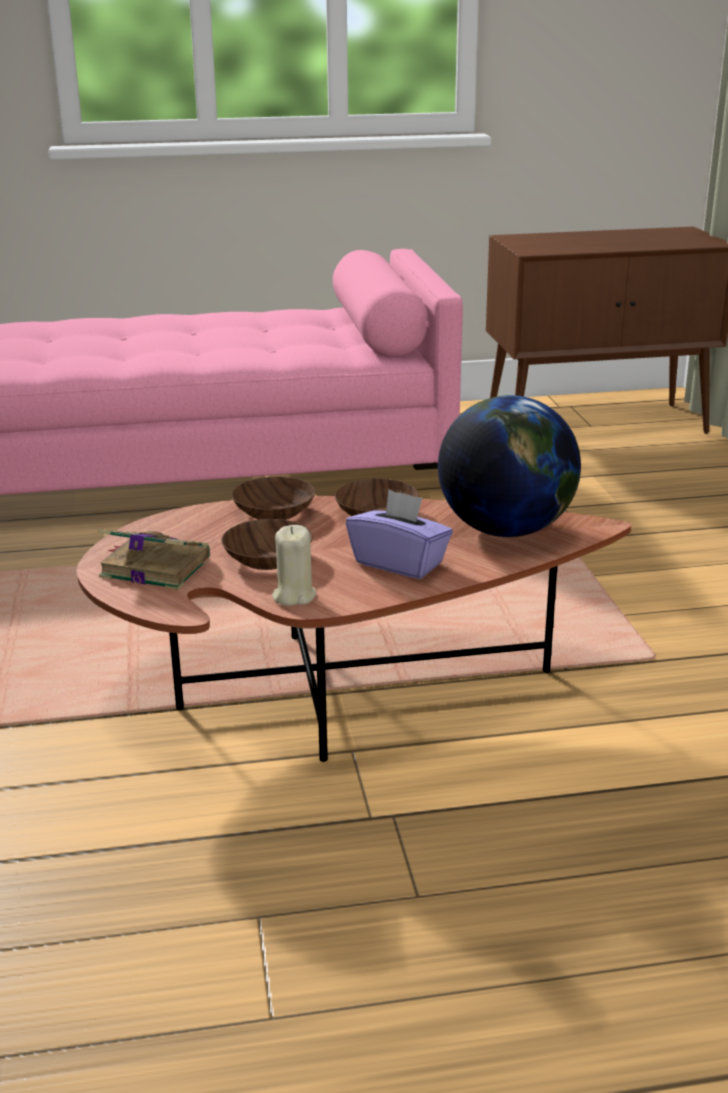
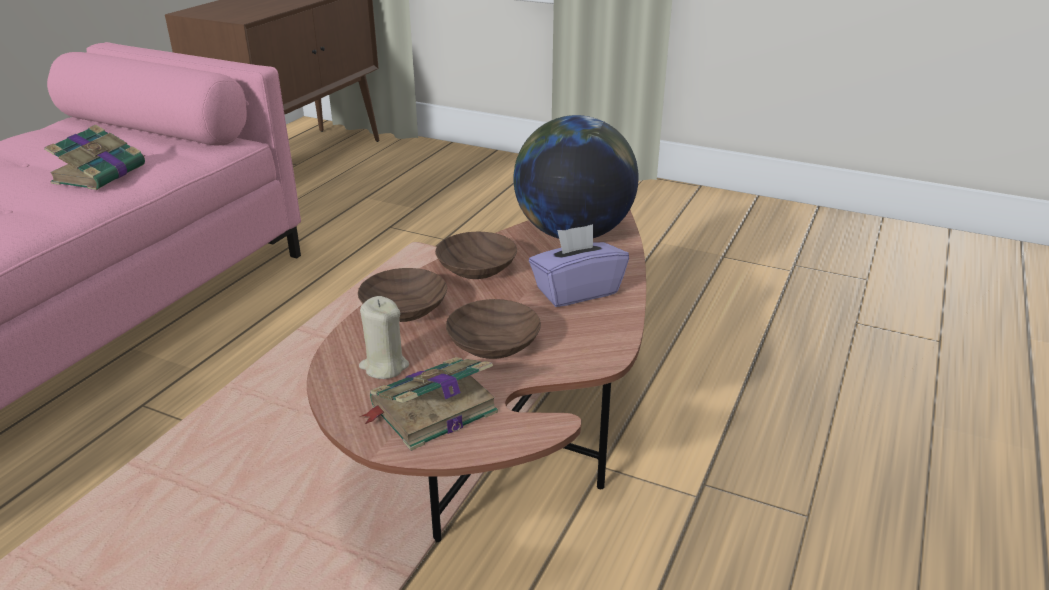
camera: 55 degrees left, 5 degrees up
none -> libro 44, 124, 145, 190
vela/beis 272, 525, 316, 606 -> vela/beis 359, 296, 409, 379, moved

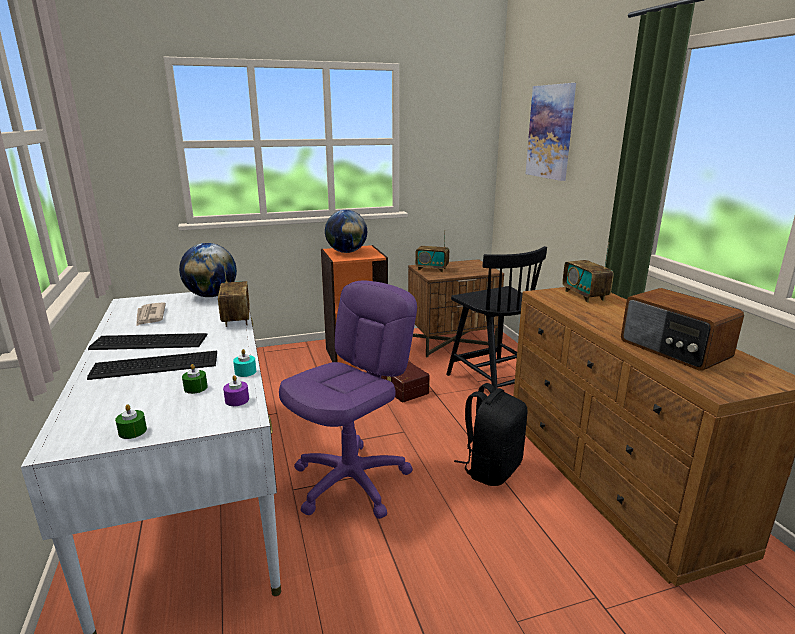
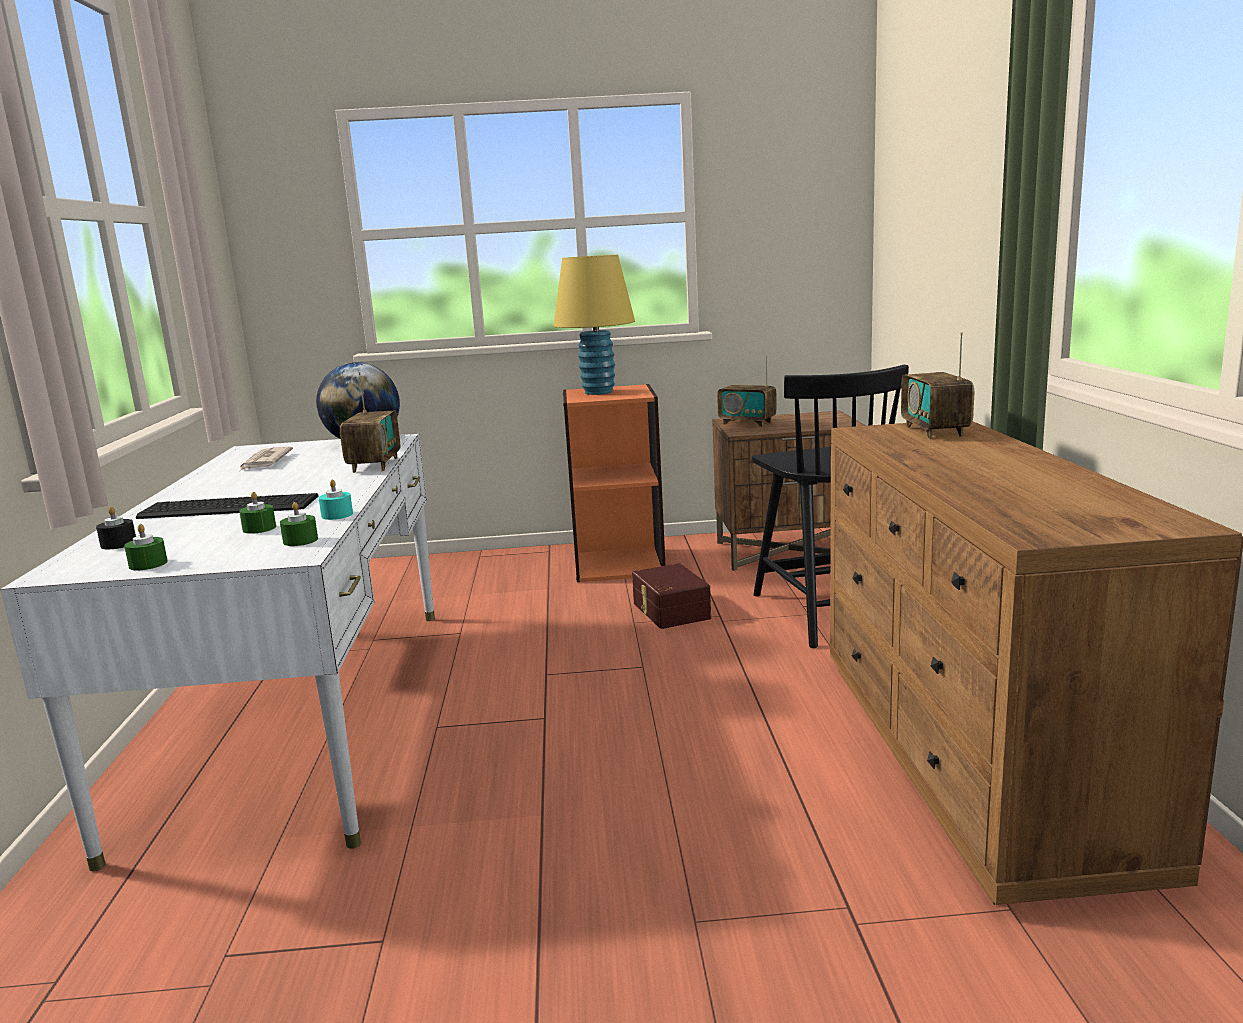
camera: 15 degrees right, 5 degrees down
teclado 88, 333, 207, 350 -> none
silla de oficina/morado 279, 281, 417, 519 -> none
mochila/negro 454, 383, 527, 486 -> none
cuadro 526, 83, 576, 181 -> none
radio 621, 288, 744, 371 -> none
none -> vela/negro 96, 507, 136, 549
globo terráqueo 325, 210, 367, 253 -> lámpara de mesa/amarillo 554, 255, 635, 395
vela/morado 223, 375, 249, 406 -> vela/verde 280, 502, 318, 546

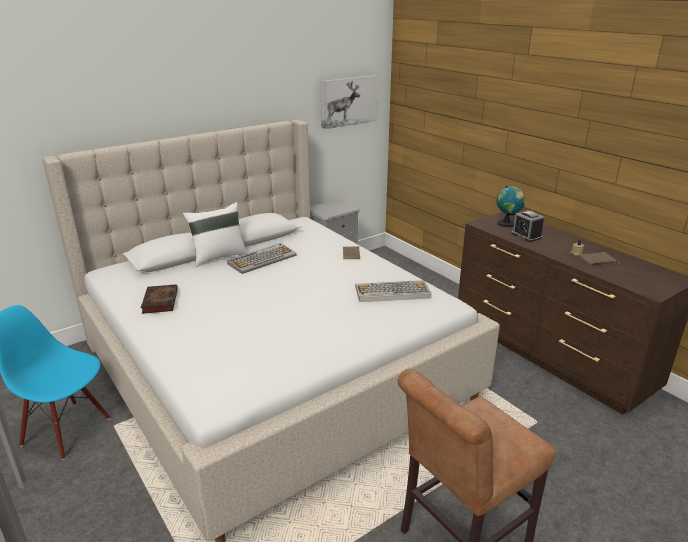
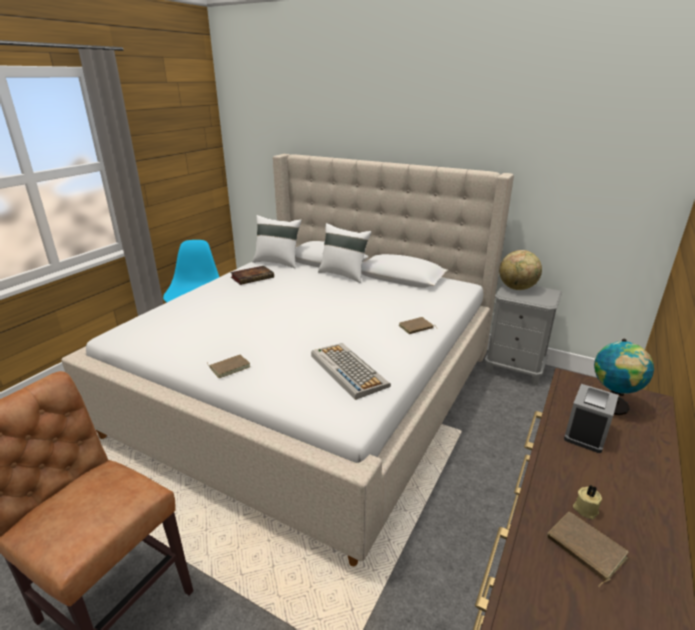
camera: 65 degrees right, 0 degrees up
teclado 227, 243, 296, 274 -> none
cuadro 320, 75, 378, 130 -> none
none -> libro/marrón 207, 355, 250, 378
none -> cojín/blanco 253, 215, 301, 268
none -> globo terráqueo 499, 250, 542, 290

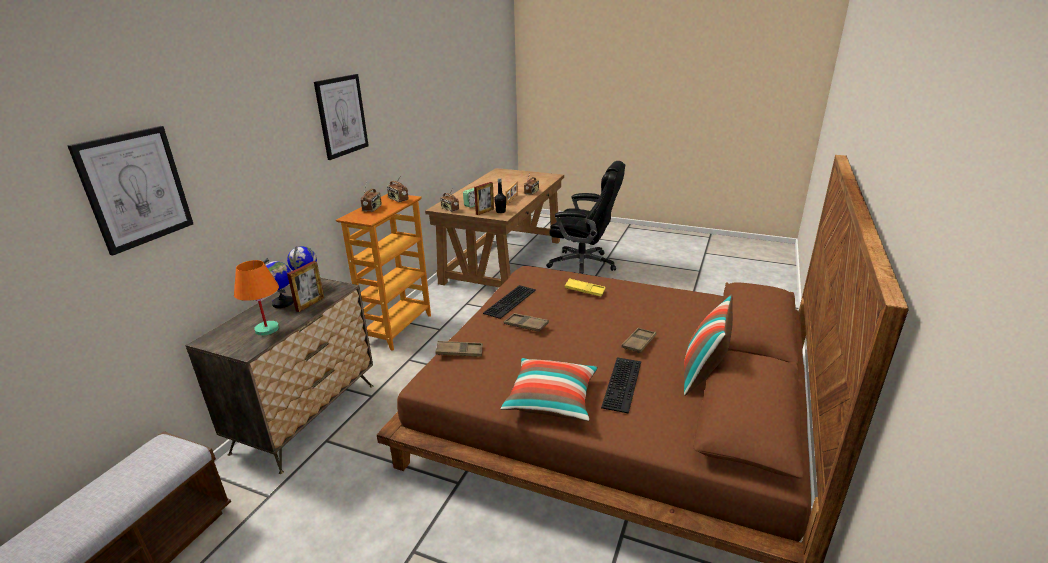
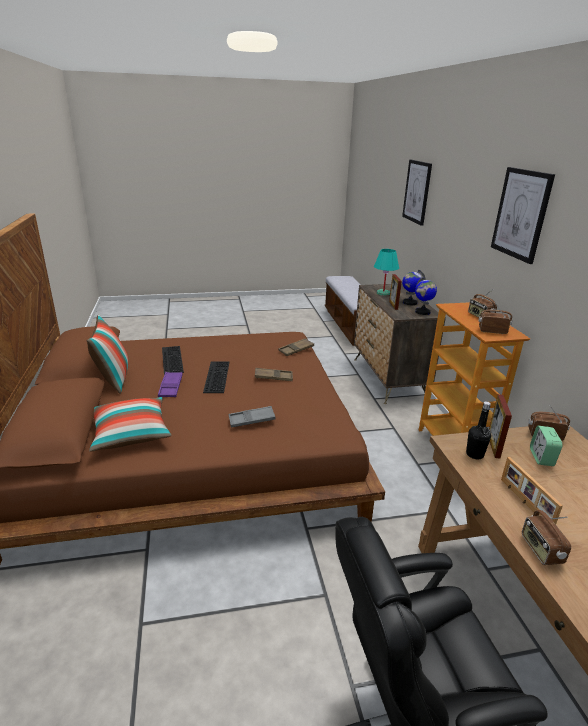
camera: 145 degrees right, 0 degrees up
teclado 483, 285, 536, 319 -> teclado 203, 361, 229, 393, moved
cojín 501, 358, 598, 421 -> cojín 89, 397, 172, 452, moved
lámpara de mesa/naranja 234, 260, 279, 336 -> lámpara de mesa/turquesa 374, 249, 399, 296
bandeja/amarillo 564, 278, 606, 296 -> bandeja/gris 228, 406, 275, 427
bandeja/marrón 622, 328, 656, 353 -> bandeja/morado 158, 372, 183, 397

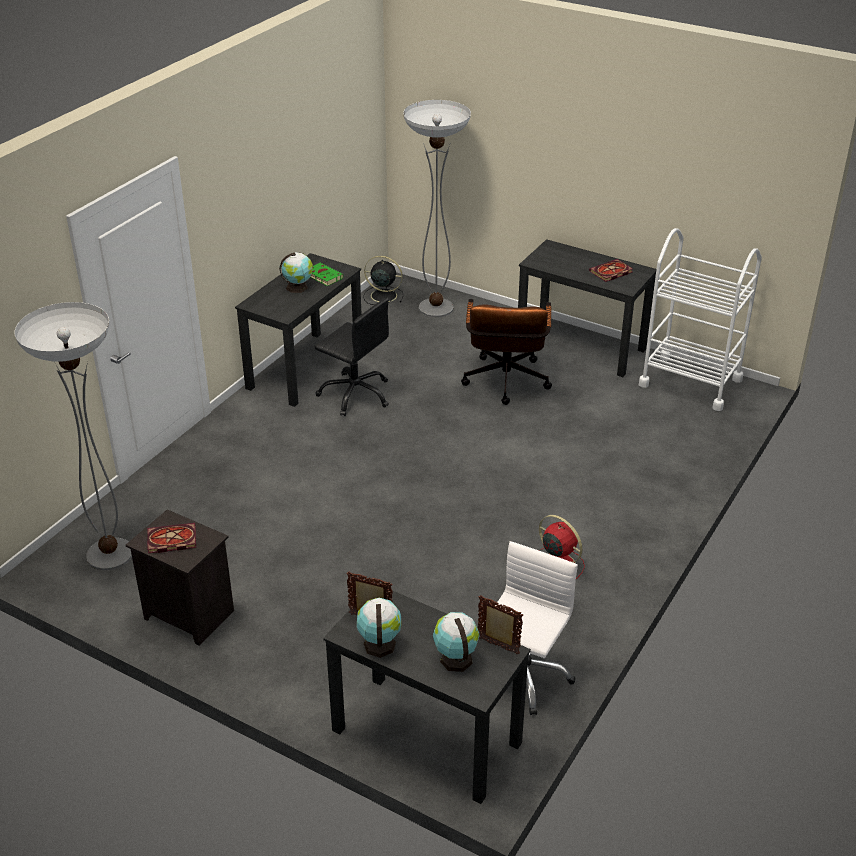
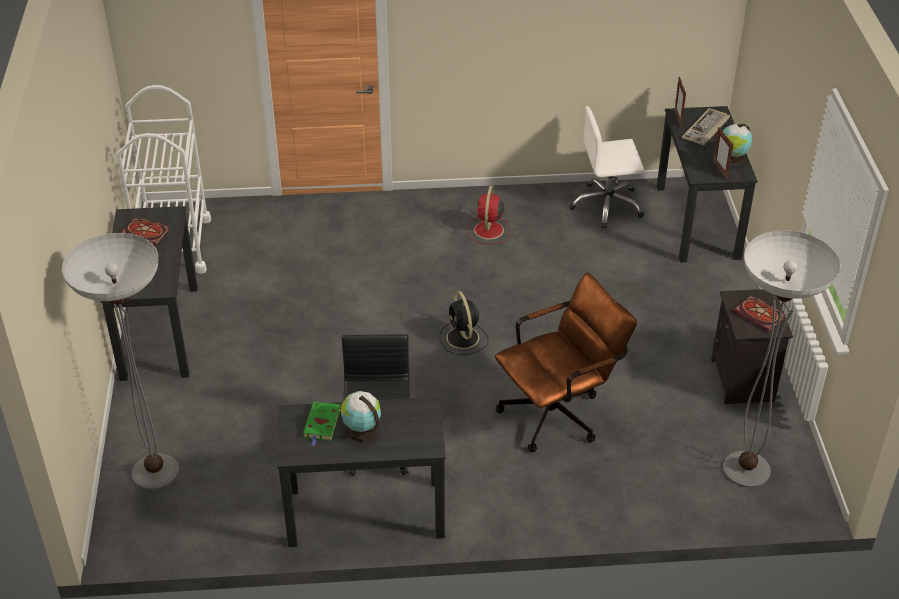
camera: 125 degrees left, 5 degrees up
ventilador/negro 363, 256, 403, 305 -> ventilador/negro 440, 291, 488, 355, moved
silla de oficina/marrón 461, 299, 552, 405 -> silla de oficina/marrón 495, 273, 637, 452, moved
globo terráqueo 433, 612, 479, 672 -> teclado 682, 108, 730, 145

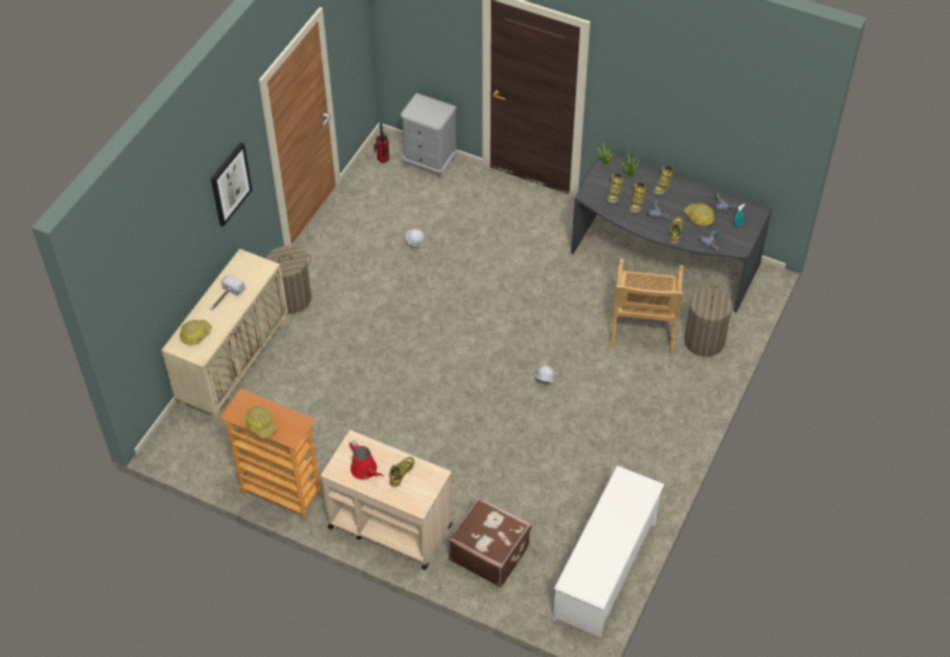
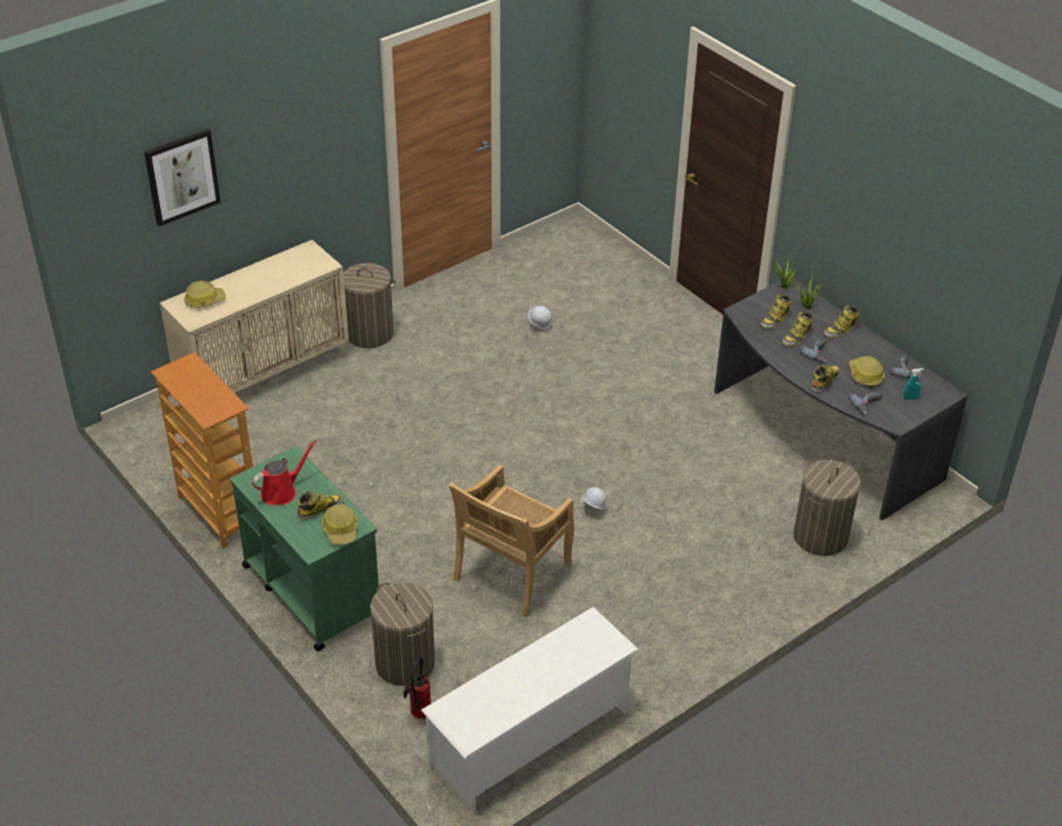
camera: 25 degrees right, 10 degrees down
martillo 210, 275, 245, 310 -> none
mesita de noche/gris 400, 93, 458, 179 -> none
cuadro 211, 142, 252, 227 -> cuadro 144, 129, 221, 227, moved
casco 244, 406, 277, 438 -> casco 321, 504, 358, 545, moved
extintor 374, 122, 390, 163 -> extintor 403, 656, 431, 719, moved
silla/beis 610, 259, 683, 354 -> silla/beis 449, 465, 574, 617, moved
maleta/marrón 448, 497, 532, 587 -> cesto de la ropa 370, 582, 435, 686
carrito/beis 321, 430, 452, 570 -> carrito/verde 230, 446, 379, 651
regadera/rojo 349, 440, 384, 480 -> regadera/rojo 252, 440, 317, 505, 120 degrees counterclockwise

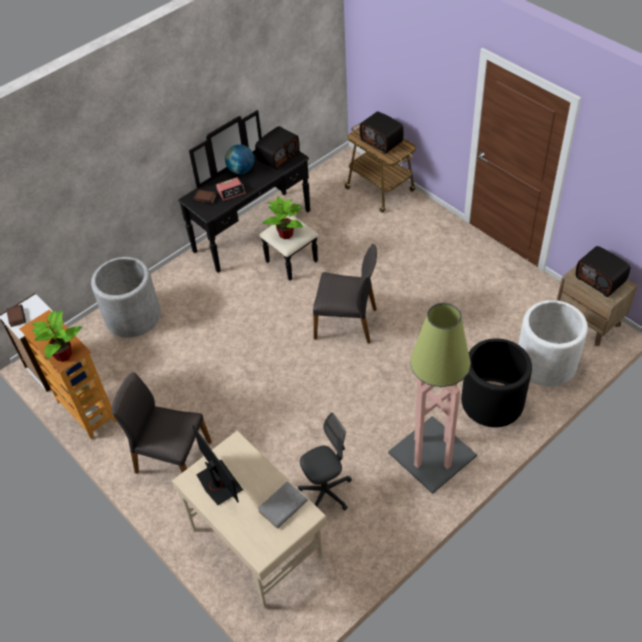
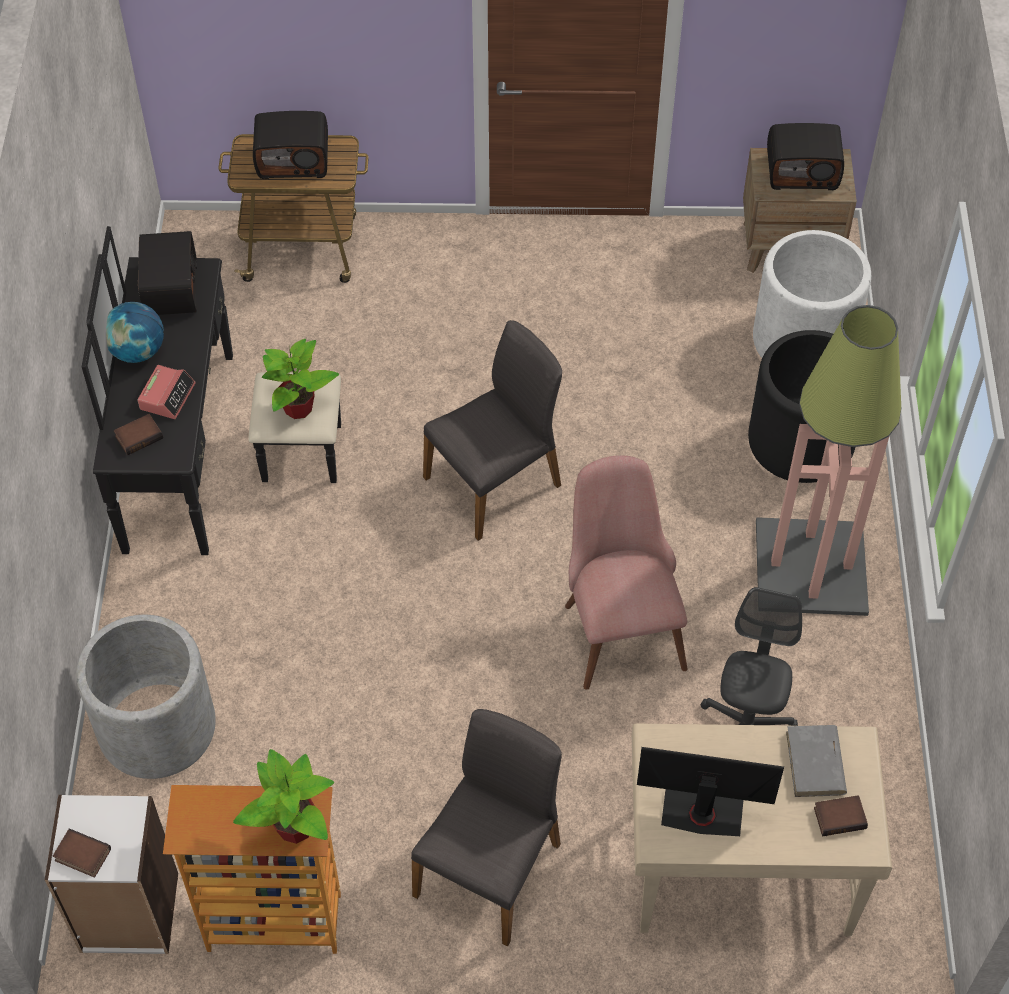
camera: 50 degrees left, 5 degrees up
none -> silla/rosa 565, 455, 688, 690
none -> libro 814, 795, 868, 836
silla/gris 111, 372, 212, 474 -> silla/gris 411, 709, 562, 947, 150 degrees clockwise

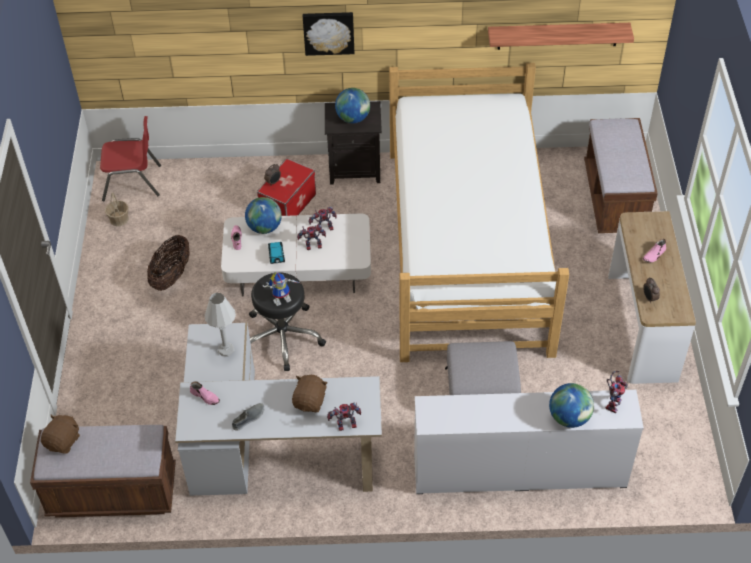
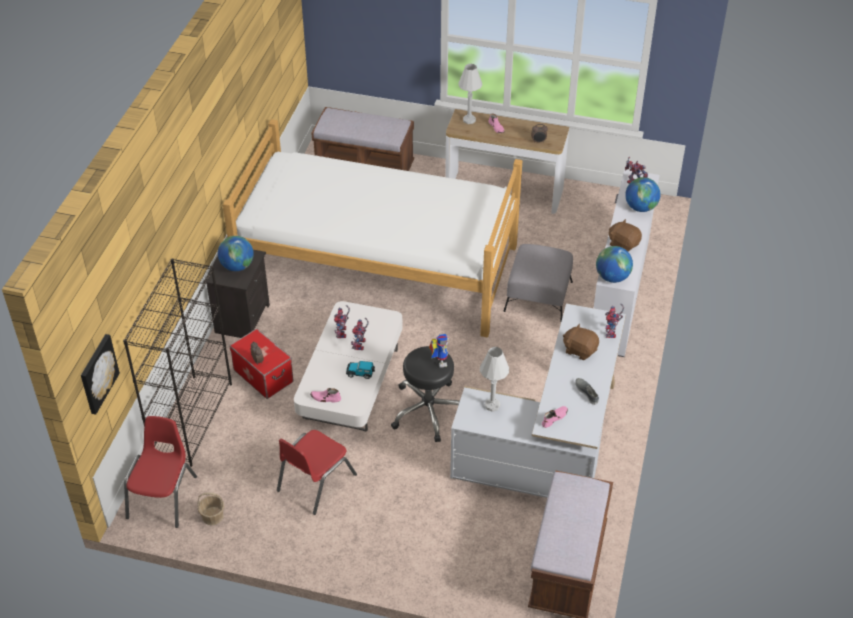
camera: 75 degrees left, 5 degrees down
estante 488, 23, 634, 50 -> none
none -> estantería/negro 123, 258, 232, 467
none -> lámpara de mesa/blanco 458, 64, 482, 124
peluche/marrón 41, 415, 80, 453 -> peluche/marrón 609, 219, 642, 252, moved
globo terráqueo 245, 197, 282, 234 -> globo terráqueo 596, 246, 633, 283, moved
cuadro 303, 12, 355, 56 -> cuadro 81, 334, 120, 415, moved
cesta 147, 235, 190, 291 -> silla/rojo 277, 430, 357, 515

